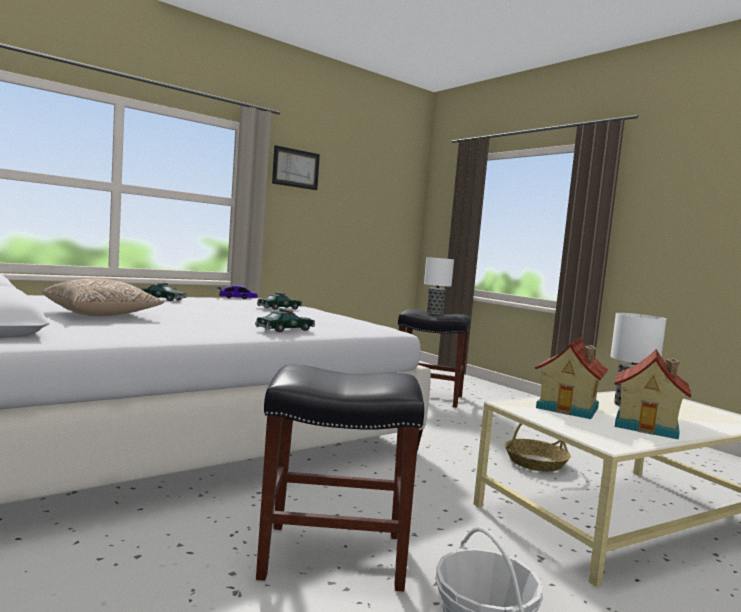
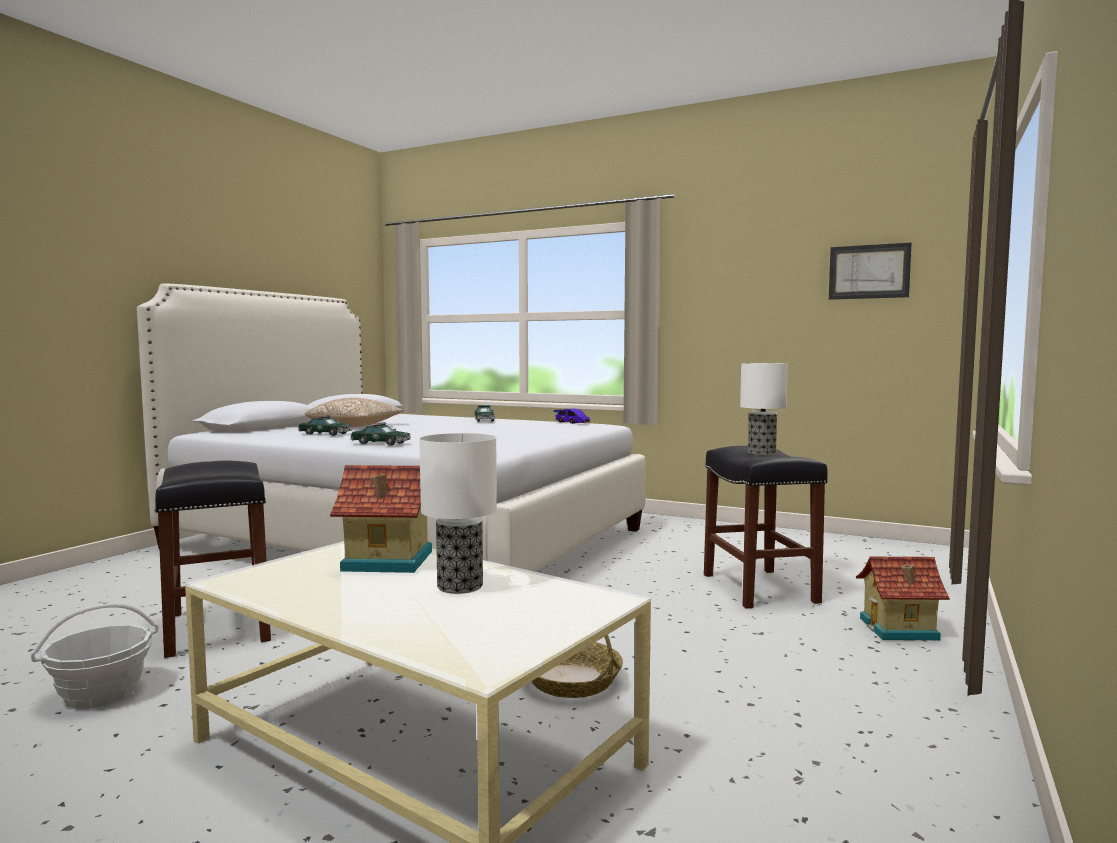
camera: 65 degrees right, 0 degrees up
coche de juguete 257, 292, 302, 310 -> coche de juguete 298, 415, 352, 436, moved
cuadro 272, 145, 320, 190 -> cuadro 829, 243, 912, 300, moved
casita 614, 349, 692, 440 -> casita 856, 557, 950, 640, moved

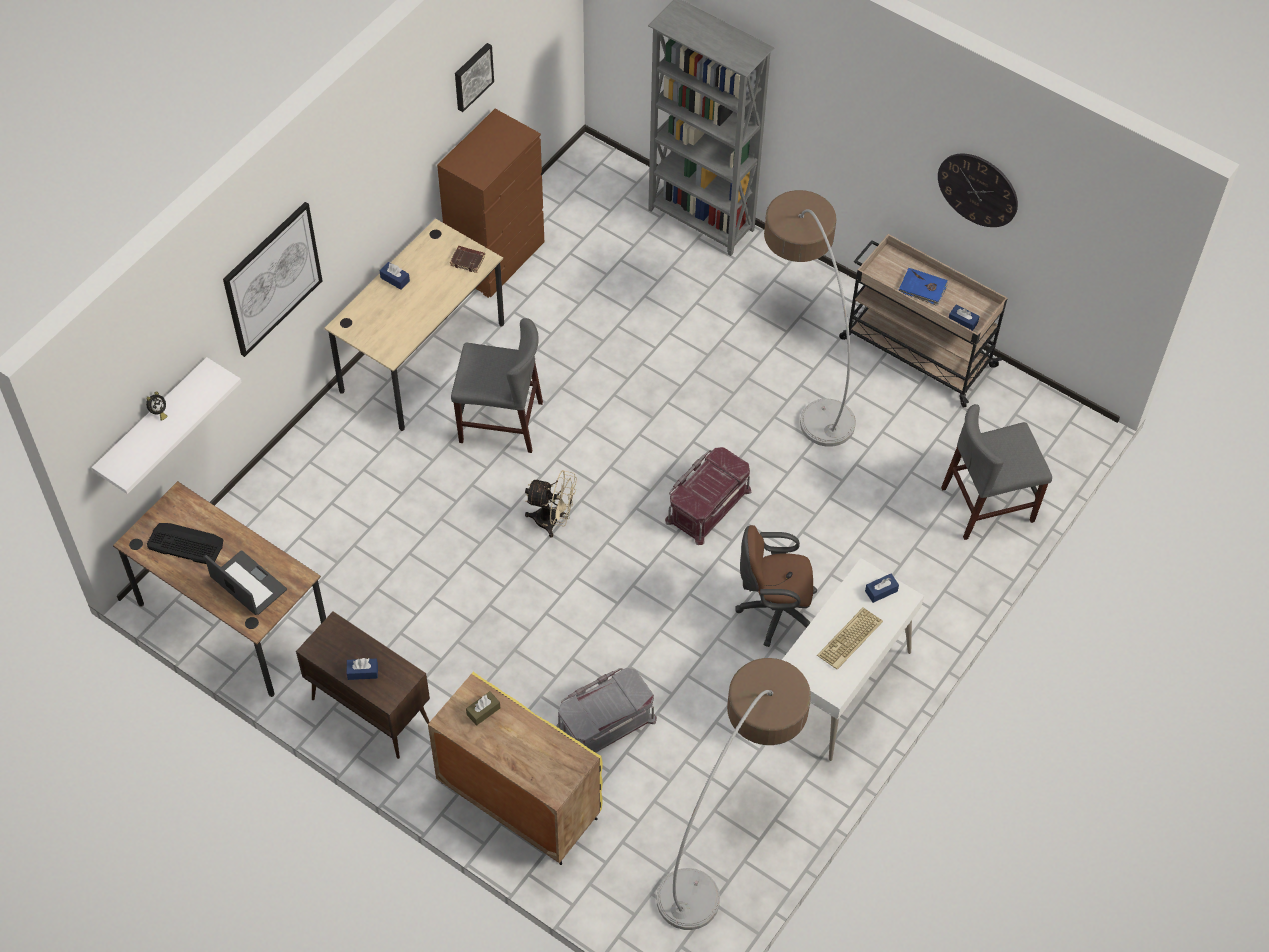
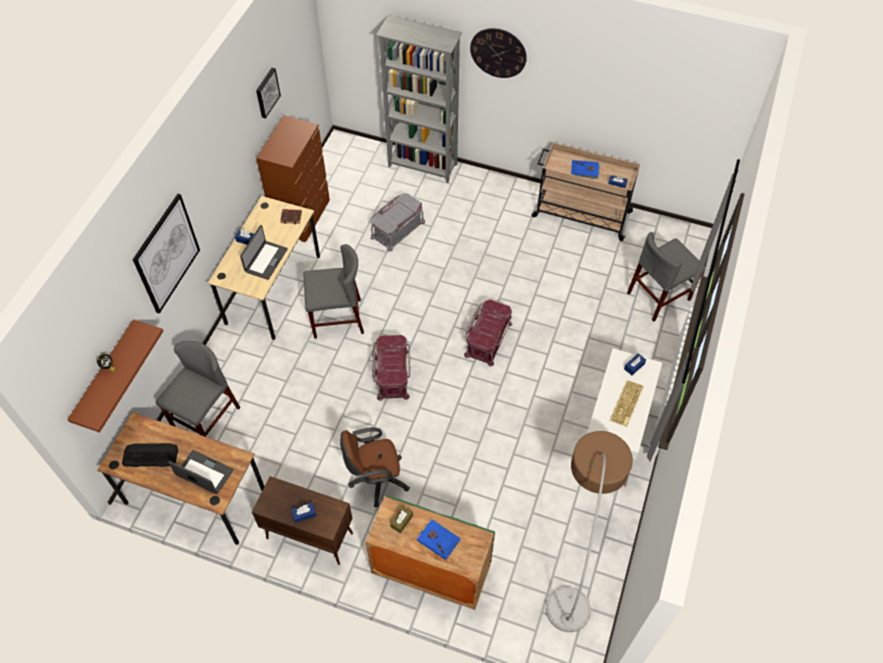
camera: 15 degrees left, 0 degrees up
lámpara de pie 764, 190, 855, 447 -> none
none -> silla/gris 156, 341, 241, 437
none -> portátil 240, 225, 288, 280
none -> libro/azul 417, 519, 461, 560
caja de almacenaje/gris 556, 668, 657, 753 -> caja de almacenaje/gris 371, 193, 425, 251, moved
silla de oficina/marrón 735, 525, 818, 647 -> silla de oficina/marrón 340, 427, 410, 507, moved
reloj de pared 938, 154, 1018, 227 -> reloj de pared 470, 28, 527, 78, moved
ventilador/beis 525, 470, 577, 538 -> caja de almacenaje/rojo 372, 335, 410, 401
estante/blanco 92, 357, 241, 494 -> estante/marrón 67, 319, 163, 433
armario/amarillo 428, 672, 603, 865 -> armario/verde 365, 494, 495, 610

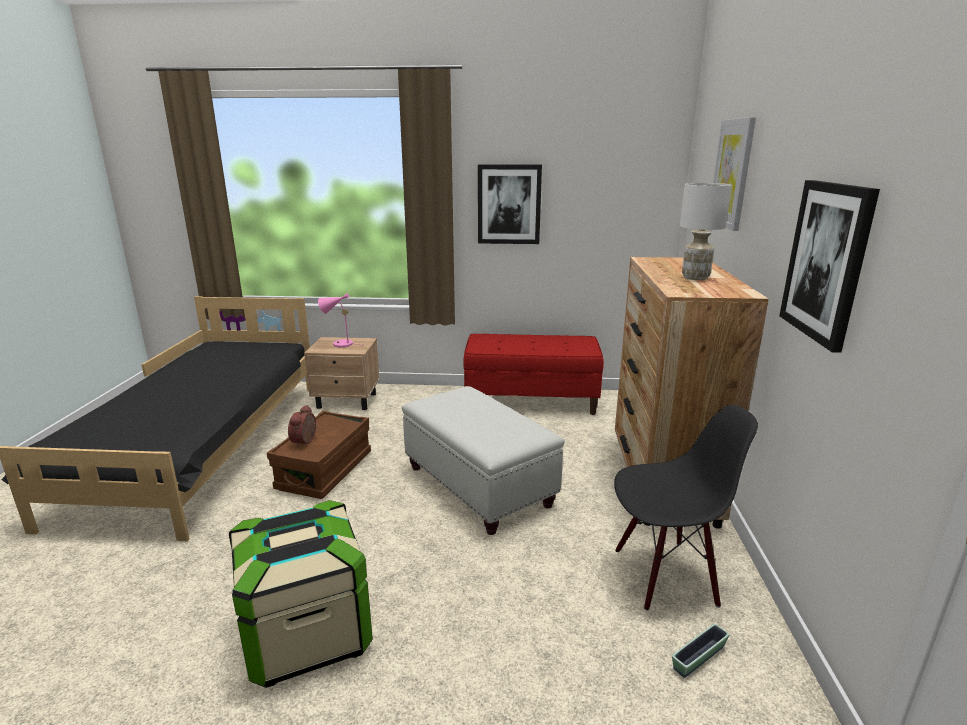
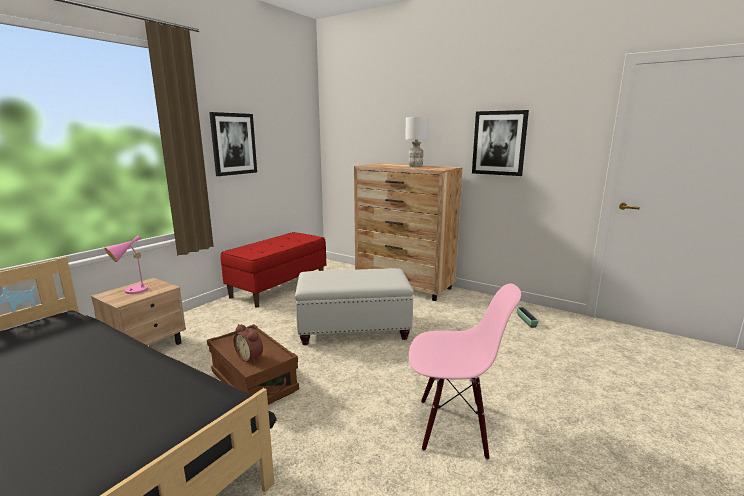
camera: 60 degrees left, 5 degrees down
silla/negro 614, 405, 758, 610 -> none
cuadro 713, 117, 756, 231 -> none
caja de almacenaje 229, 500, 373, 688 -> silla/rosa 409, 283, 521, 460

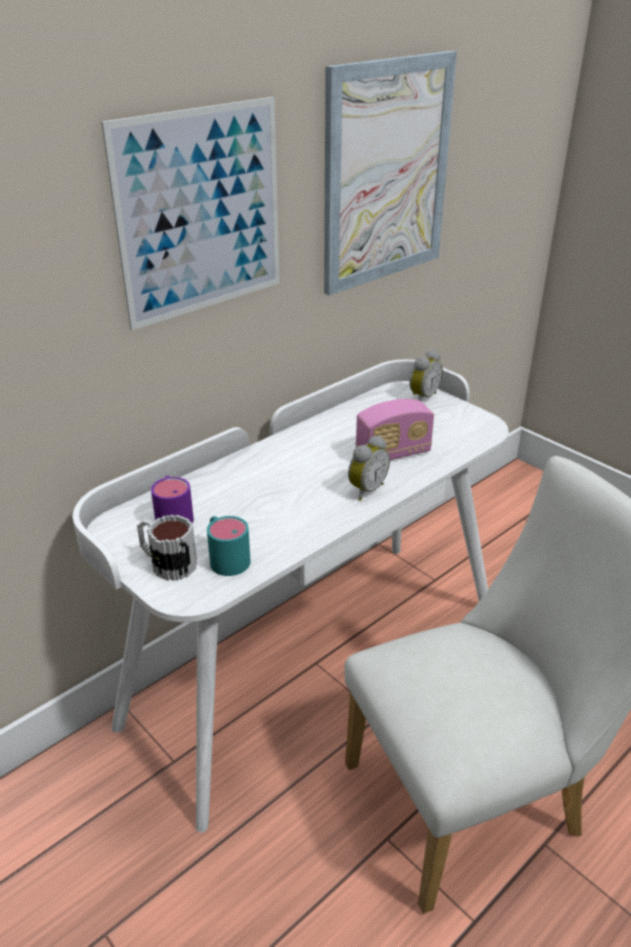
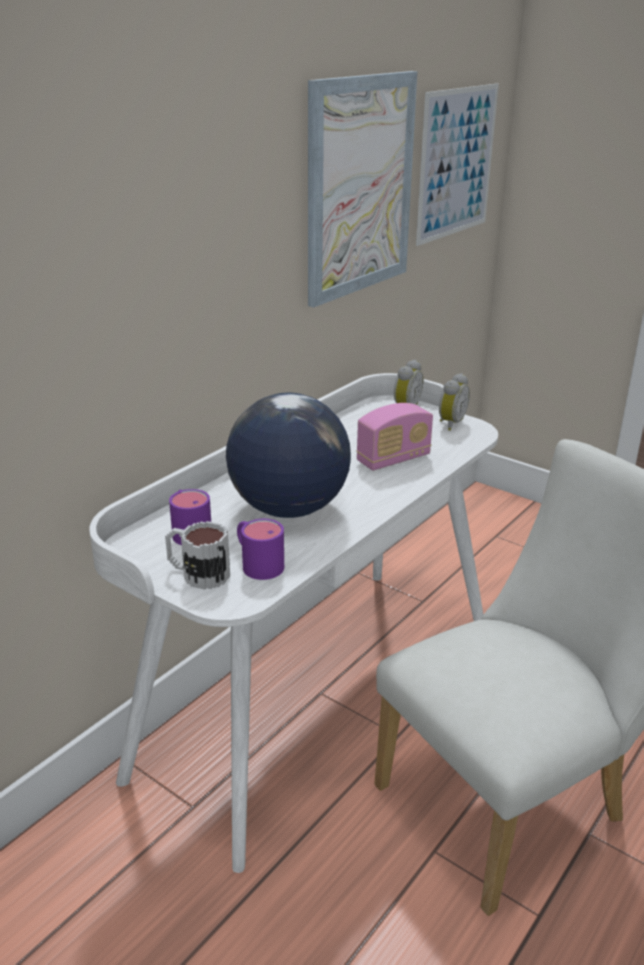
camera: 10 degrees left, 5 degrees down
none -> globo terráqueo 226, 393, 351, 518
cuadro 101, 97, 279, 330 -> cuadro 416, 84, 499, 246, moved
despertador 348, 435, 390, 501 -> despertador 439, 373, 470, 431, moved
taza grande/turquesa 207, 516, 251, 576 -> taza grande/morado 237, 519, 284, 580

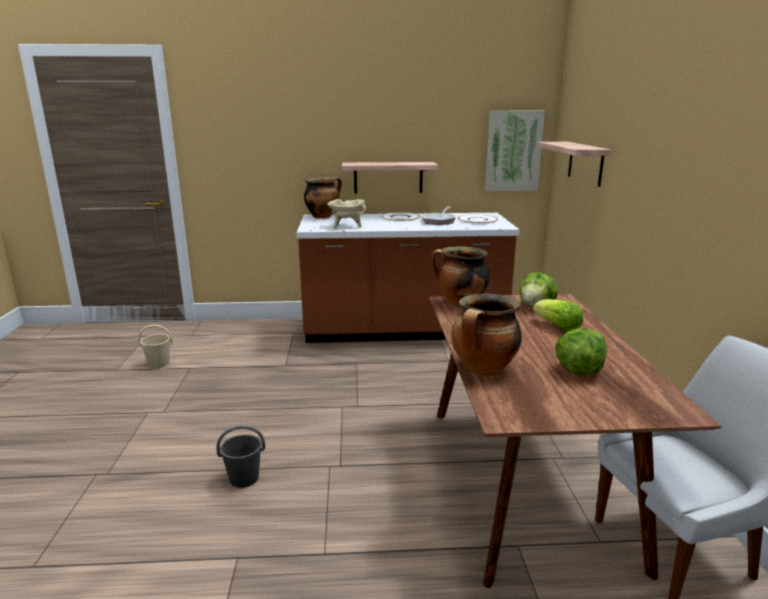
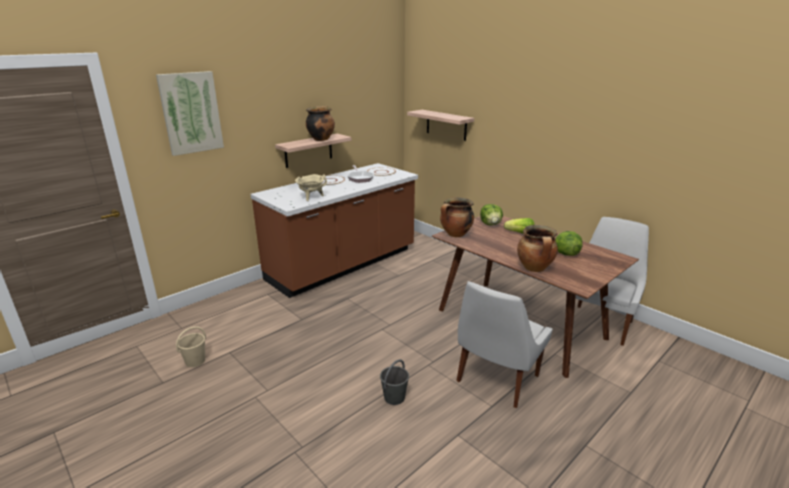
camera: 40 degrees left, 5 degrees up
none -> silla/blanco 456, 281, 553, 408
olla 304, 177, 342, 218 -> olla 306, 106, 335, 141, moved
cuadro 485, 111, 545, 191 -> cuadro 156, 71, 224, 156, moved

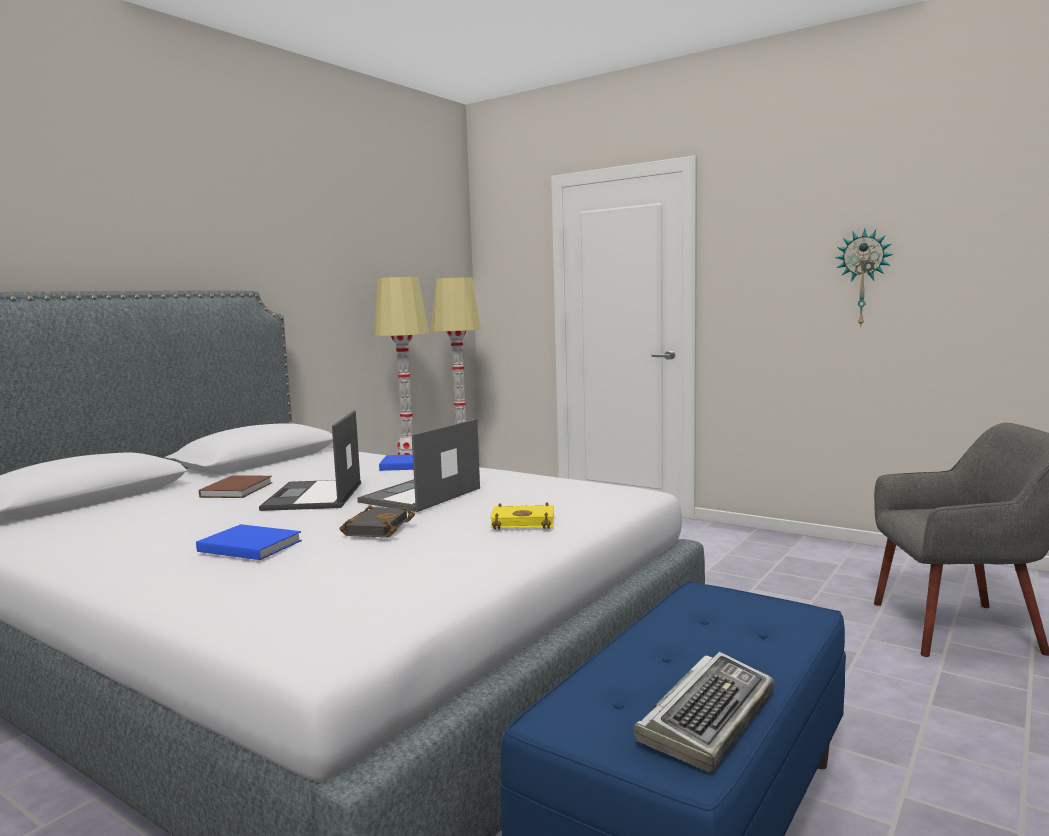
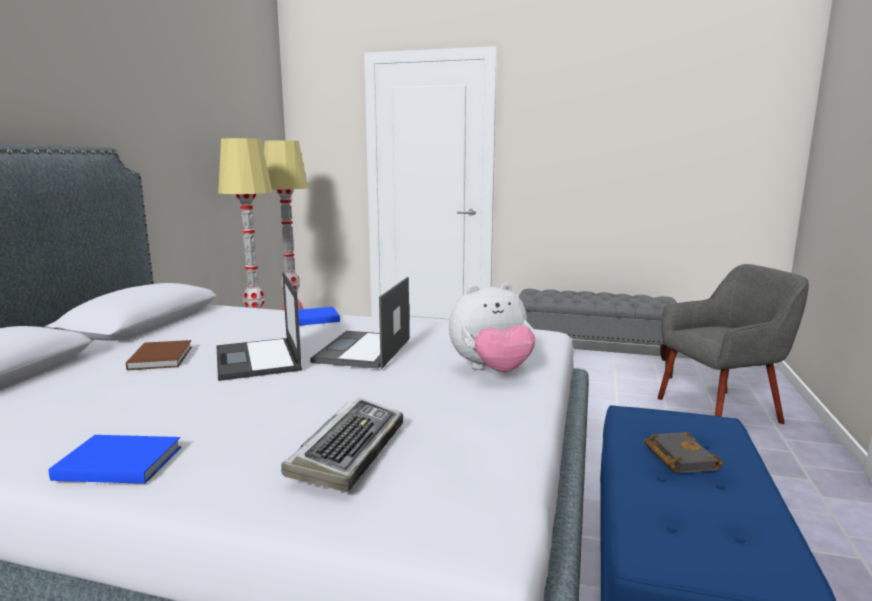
camera: 20 degrees left, 5 degrees up
reloj de pared 835, 228, 893, 328 -> none
none -> banco/gris 519, 289, 677, 379
libro/azul 196, 524, 302, 560 -> libro/azul 48, 435, 181, 484, moved
libro/negro 340, 505, 415, 538 -> libro/negro 644, 432, 723, 473, moved
teclado 633, 652, 774, 772 -> teclado 281, 397, 403, 492, moved
libro/amarillo 490, 503, 554, 530 -> peluche 449, 283, 536, 372

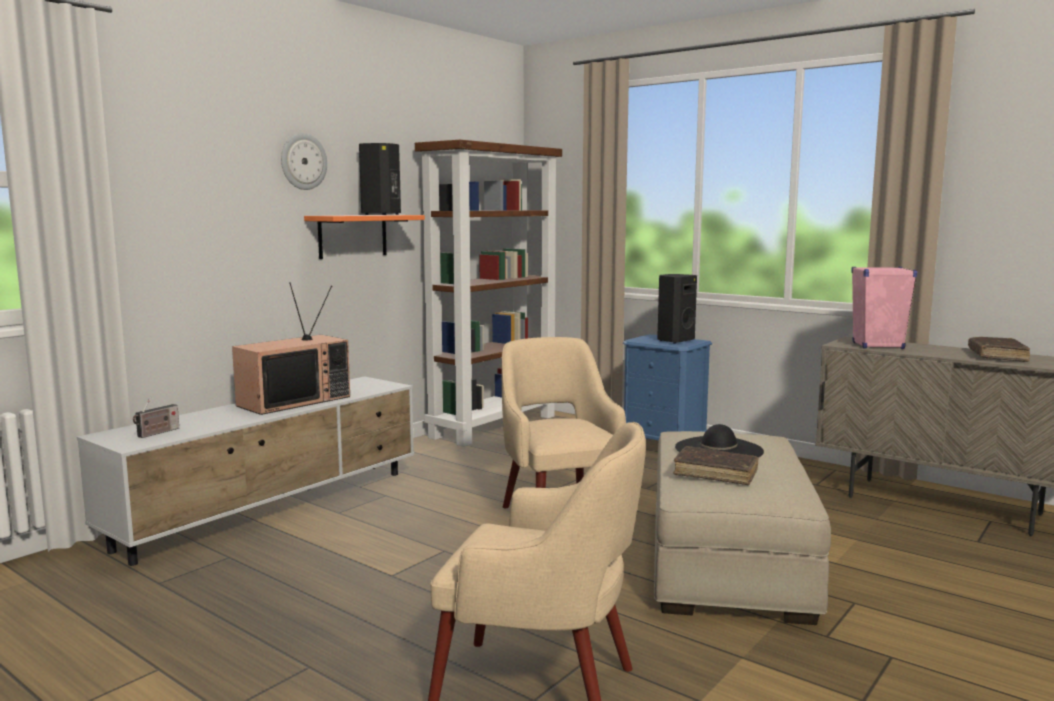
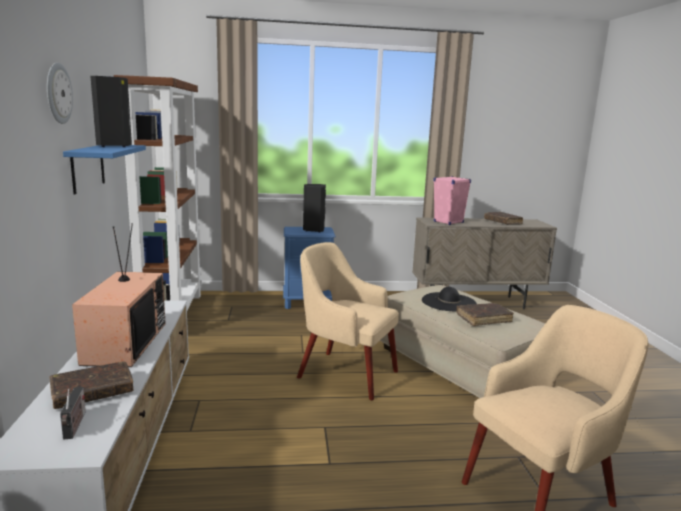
camera: 45 degrees left, 5 degrees up
none -> libro/marrón 50, 361, 134, 409
estante/naranja 304, 215, 425, 259 -> estante/azul 63, 145, 146, 195

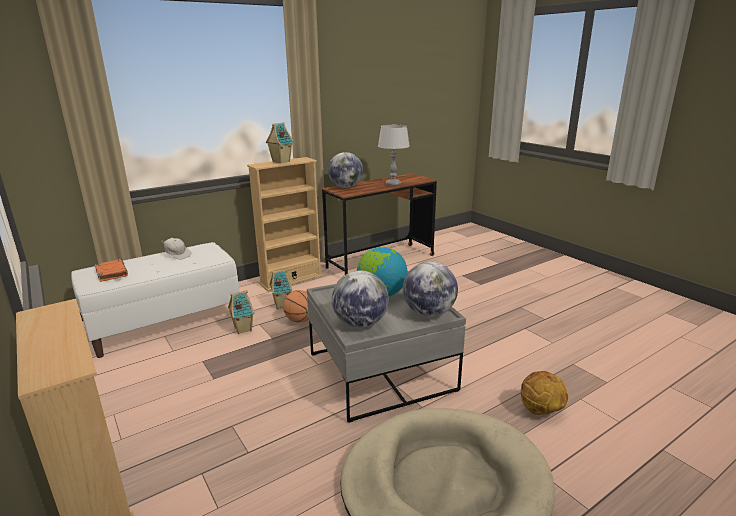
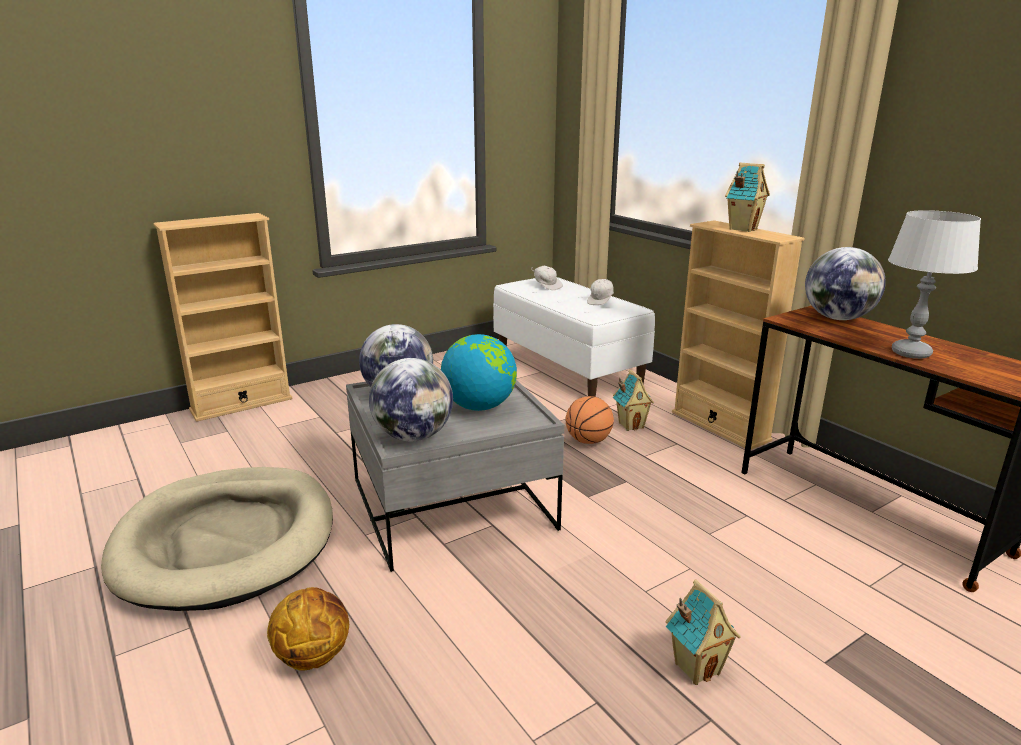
camera: 90 degrees right, 0 degrees up
casita 228, 290, 255, 334 -> casita 666, 579, 741, 685, moved
libro/naranja 95, 259, 128, 282 -> gorra/blanco 531, 266, 563, 290

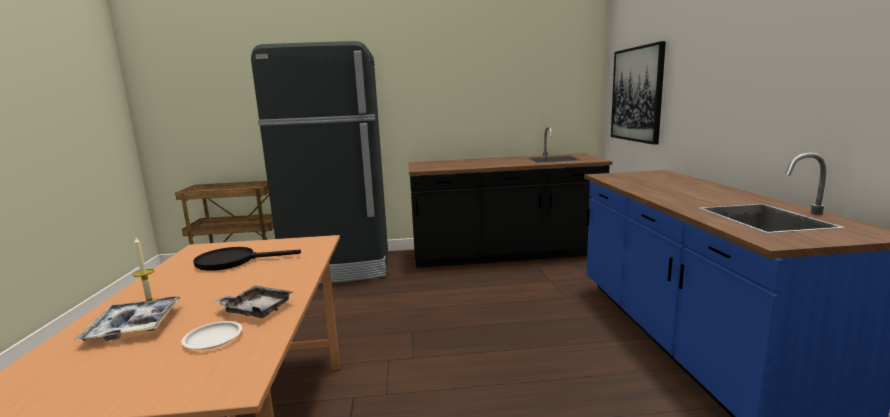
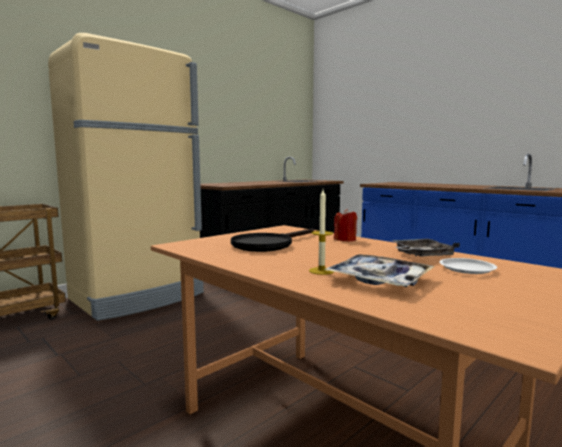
camera: 40 degrees left, 5 degrees down
cuadro 611, 41, 666, 145 -> none
none -> vela/rojo 334, 209, 357, 242
nevera/negro 251, 41, 388, 284 -> nevera/beis 48, 33, 204, 321

